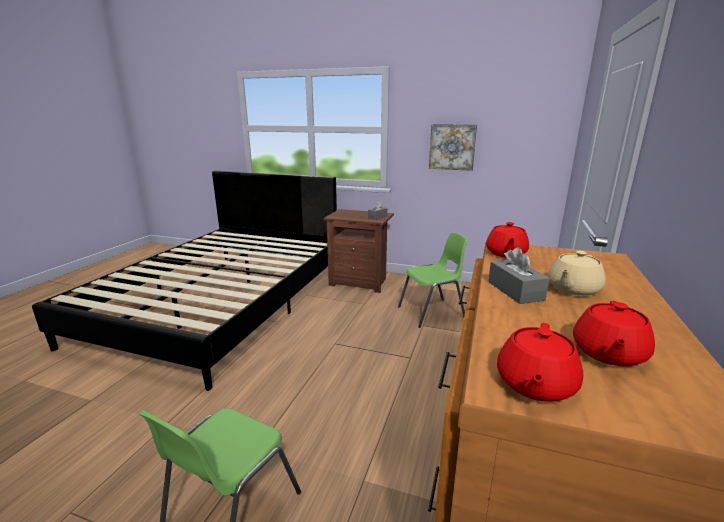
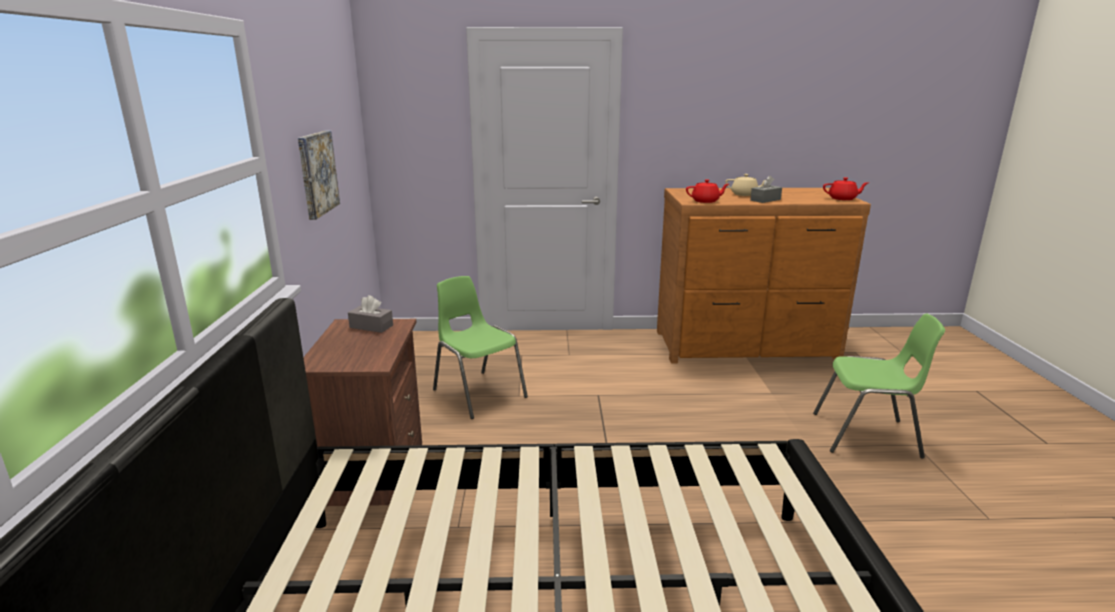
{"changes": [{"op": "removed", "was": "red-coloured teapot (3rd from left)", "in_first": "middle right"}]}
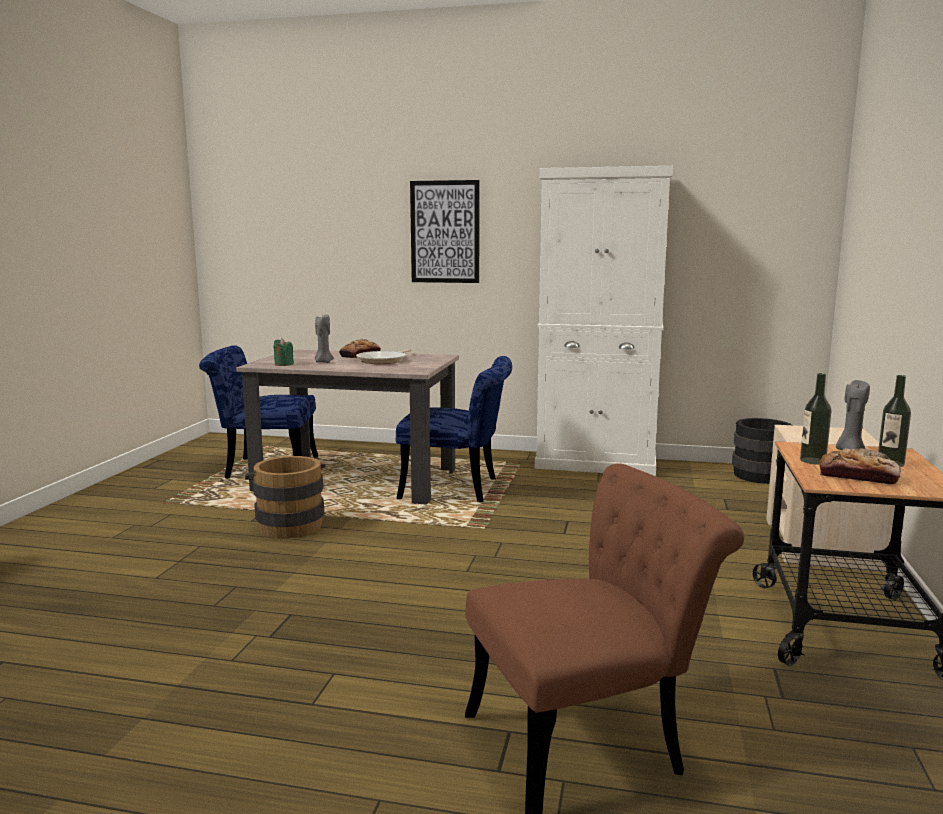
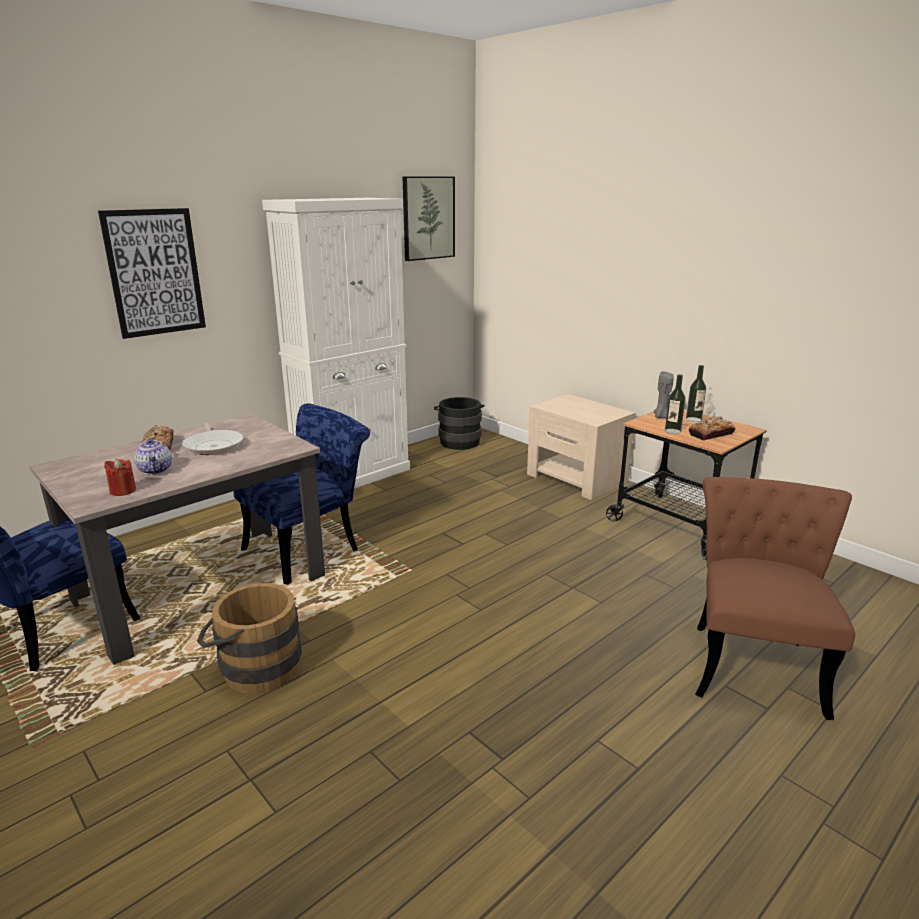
{"changes": [{"op": "added", "now": "wall picture (2nd from left)", "in_second": "top centre"}, {"op": "replaced", "was": "greyish wax light (1st from left)", "now": "teapot", "in_first": "centre", "in_second": "middle left"}, {"op": "recoloured", "was": "green-coloured wax light", "now": "red-coloured wax light", "in_first": "middle left", "in_second": "middle left"}]}
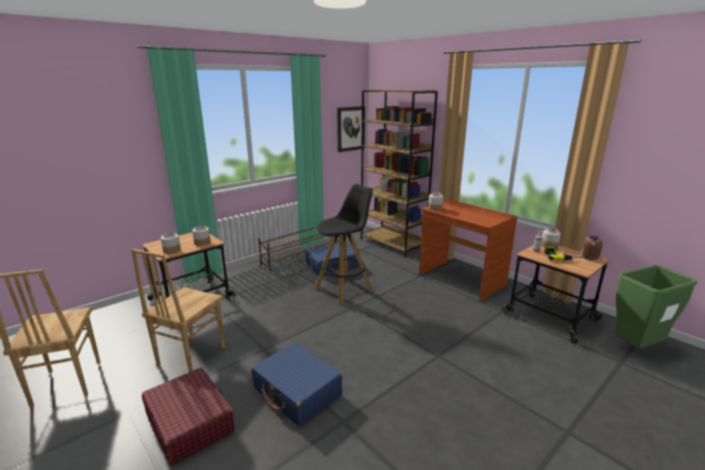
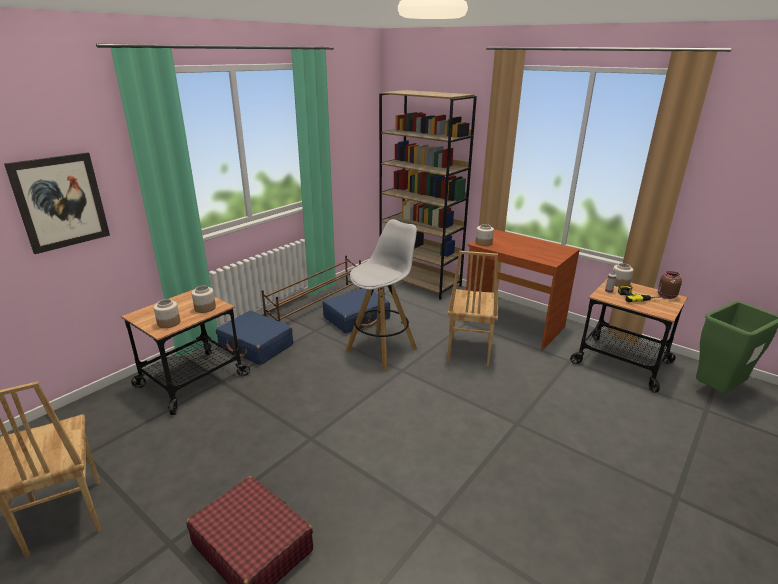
{"changes": [{"op": "moved", "was": "brown upright chair (2nd from left)", "in_first": "middle left", "in_second": "centre"}, {"op": "moved", "was": "blue travel case (1st from left)", "in_first": "bottom centre", "in_second": "middle left"}, {"op": "moved", "was": "wall picture", "in_first": "top centre", "in_second": "middle left"}, {"op": "recoloured", "was": "black sitting stool", "now": "whitish sitting stool", "in_first": "centre", "in_second": "centre"}]}
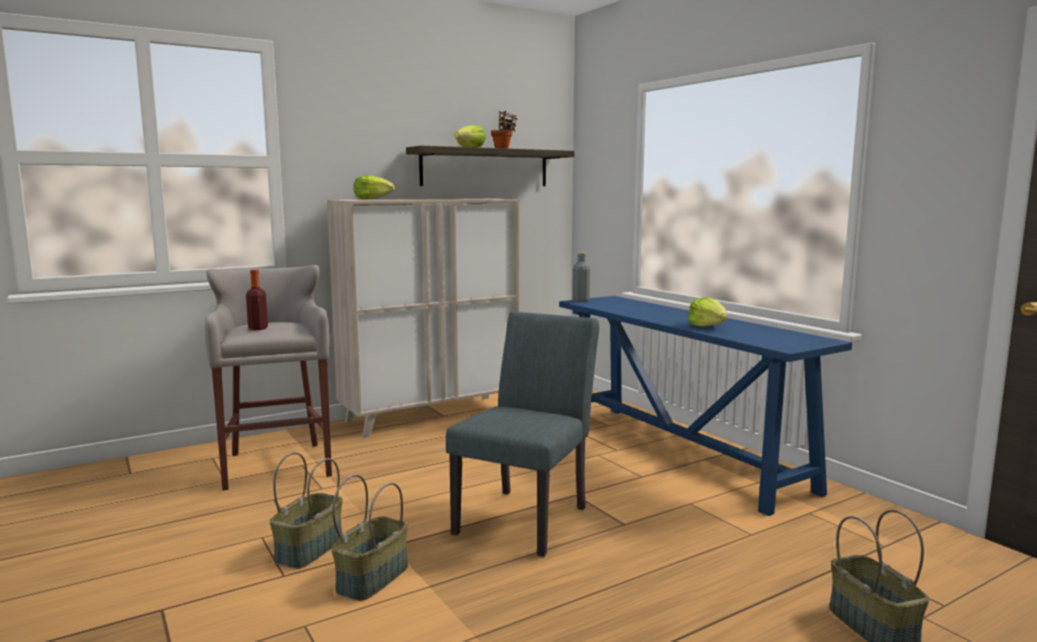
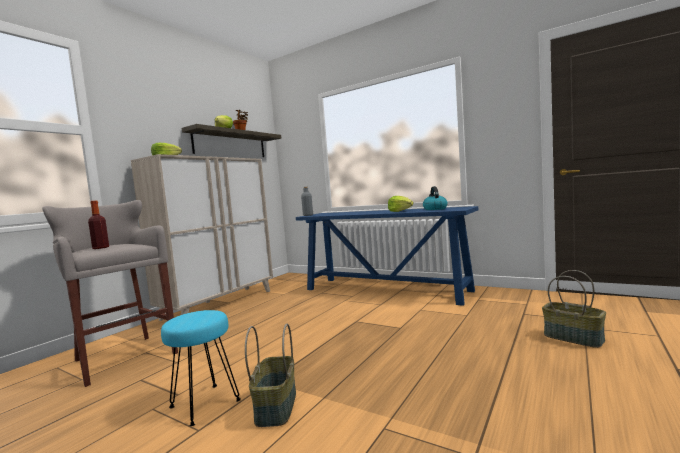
{"changes": [{"op": "removed", "was": "greyish upright chair", "in_first": "bottom centre"}, {"op": "added", "now": "water kettle", "in_second": "centre"}, {"op": "replaced", "was": "basket (1st from left)", "now": "turquoise sitting stool", "in_first": "bottom left", "in_second": "bottom left"}]}
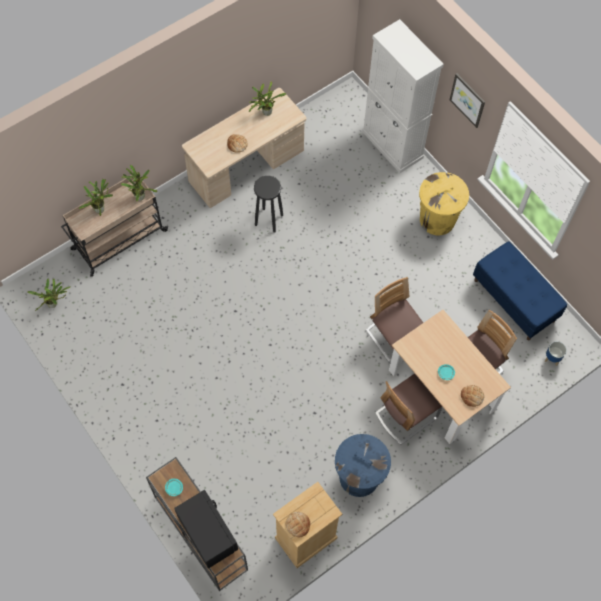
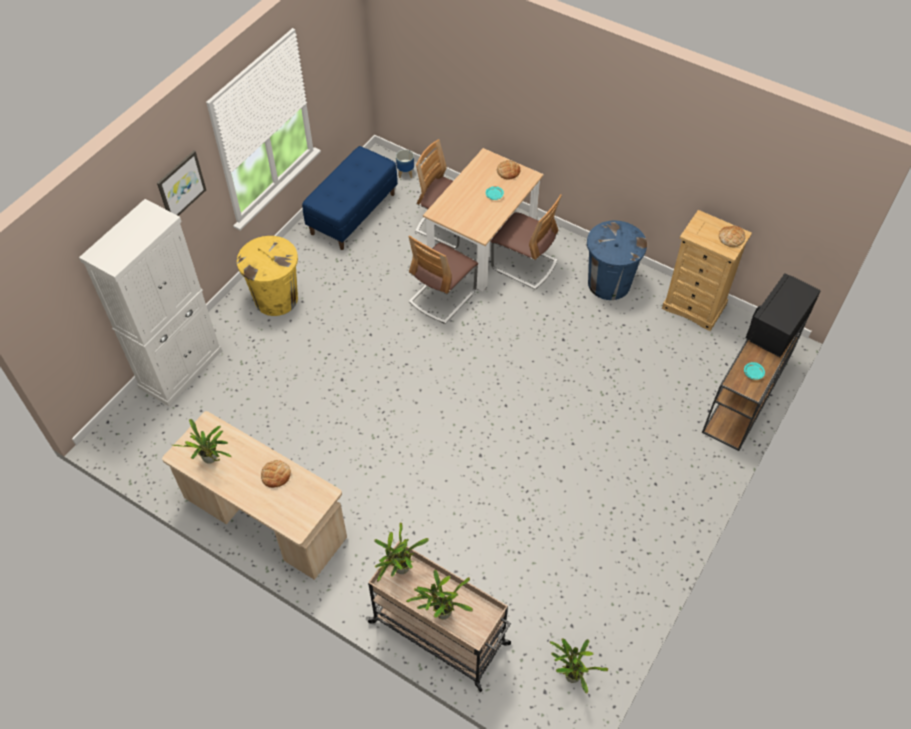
{"changes": [{"op": "removed", "was": "black sitting stool", "in_first": "centre"}]}
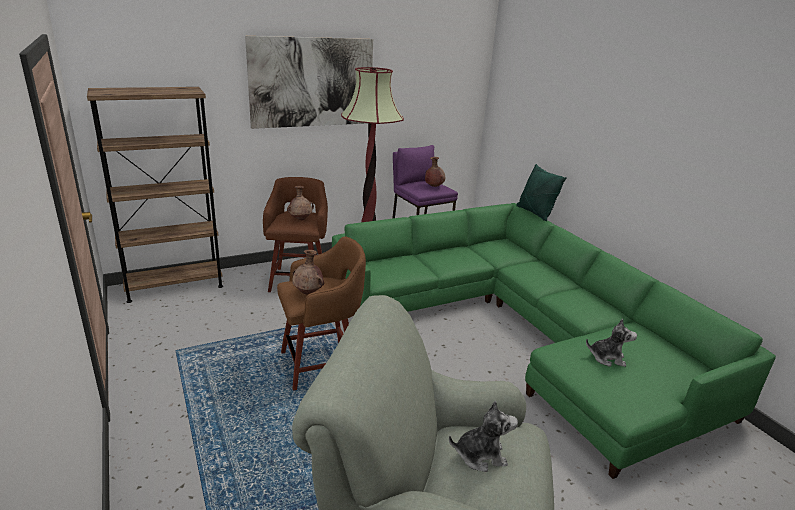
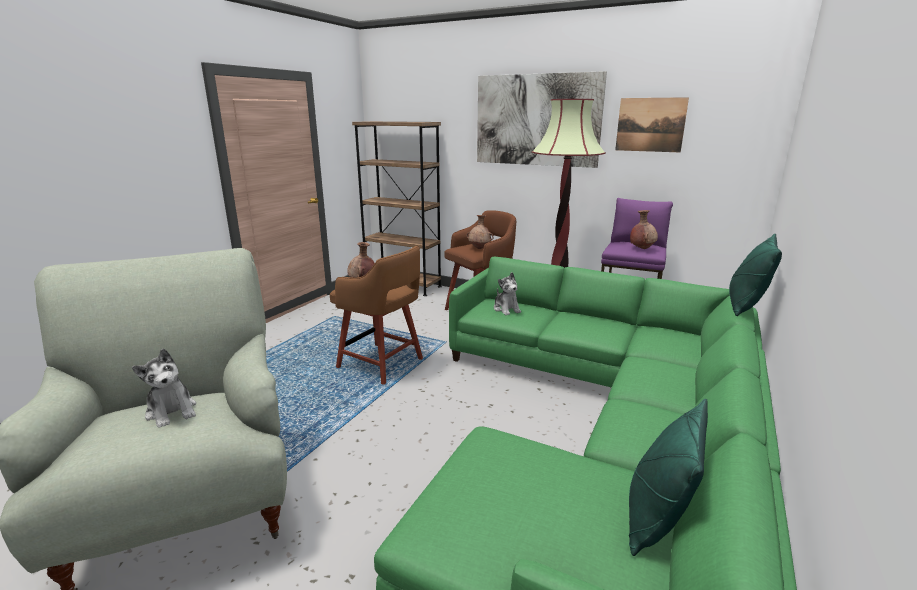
{"changes": [{"op": "added", "now": "wall picture (2nd from left)", "in_second": "top right"}, {"op": "added", "now": "green-coloured pillow (1st from left)", "in_second": "bottom right"}, {"op": "moved", "was": "soft toy (2nd from left)", "in_first": "bottom right", "in_second": "centre"}]}
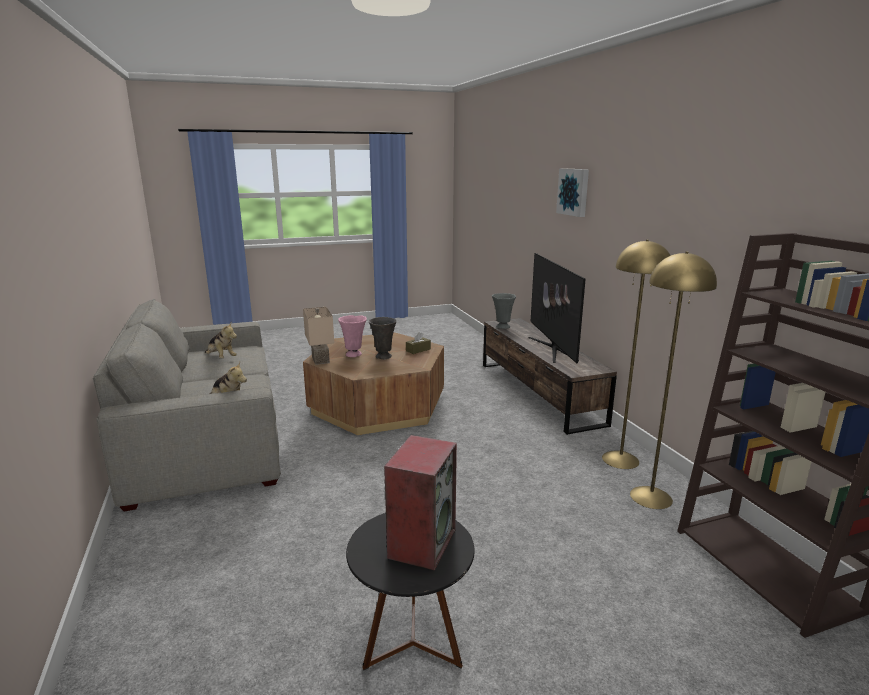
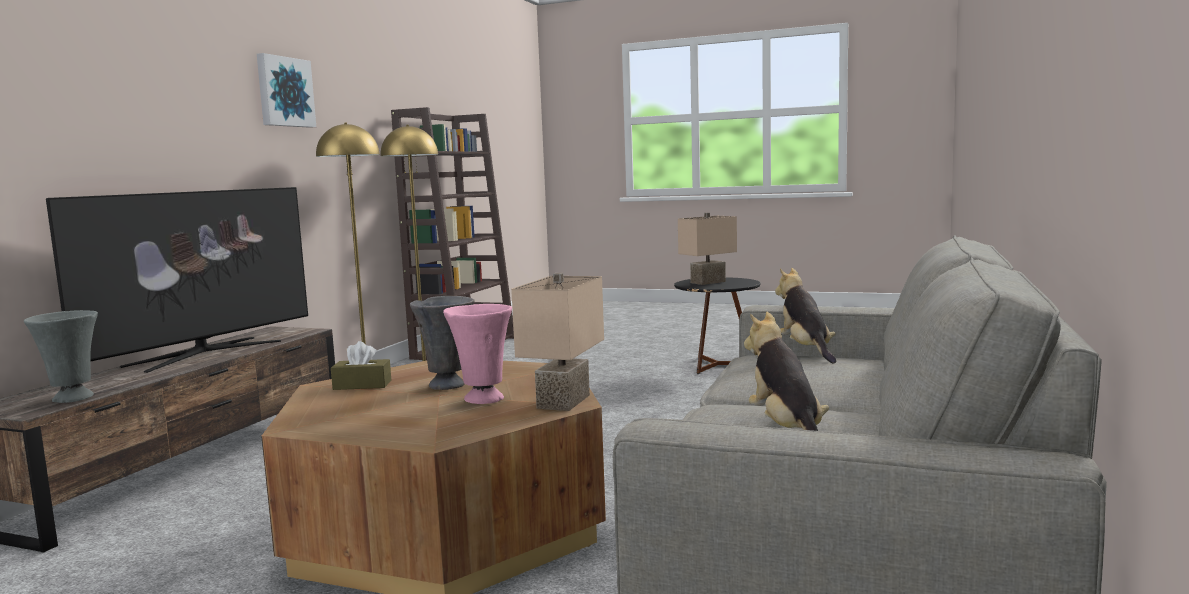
{"changes": [{"op": "moved", "was": "wall picture", "in_first": "top centre", "in_second": "top left"}, {"op": "replaced", "was": "loudspeaker", "now": "beige table lamp (2nd from left)", "in_first": "bottom centre", "in_second": "centre"}]}
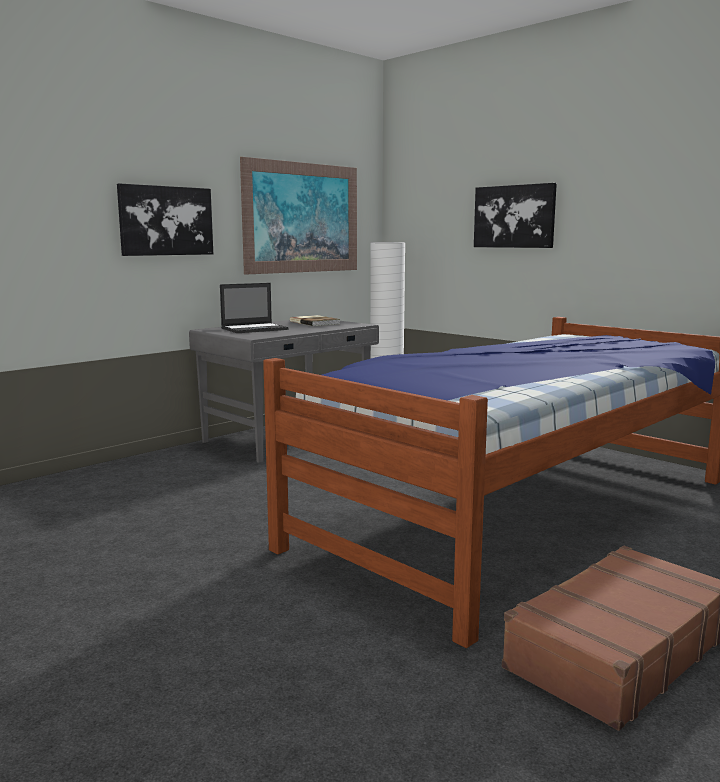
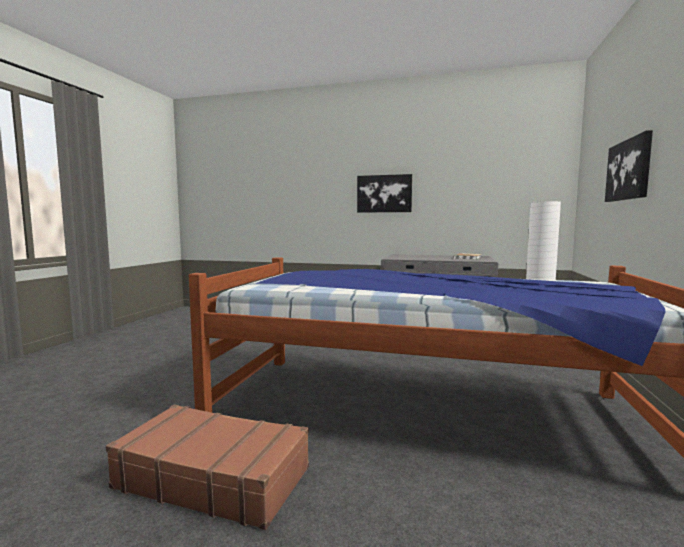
{"changes": [{"op": "removed", "was": "notebook computer", "in_first": "centre"}, {"op": "removed", "was": "wall picture (2nd from left)", "in_first": "top centre"}]}
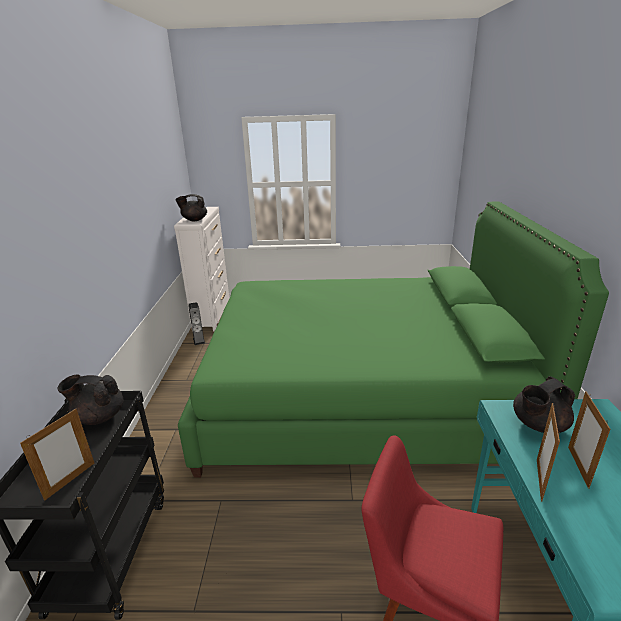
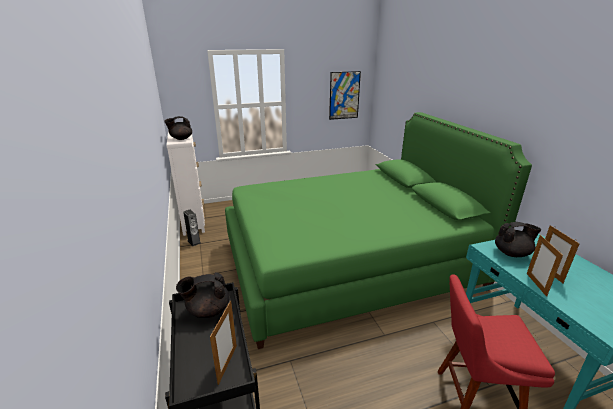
{"changes": [{"op": "added", "now": "wall picture", "in_second": "top centre"}, {"op": "turned", "was": "black teapot (3rd from left)", "in_first": "middle right", "in_second": "middle right", "clockwise": -135}]}
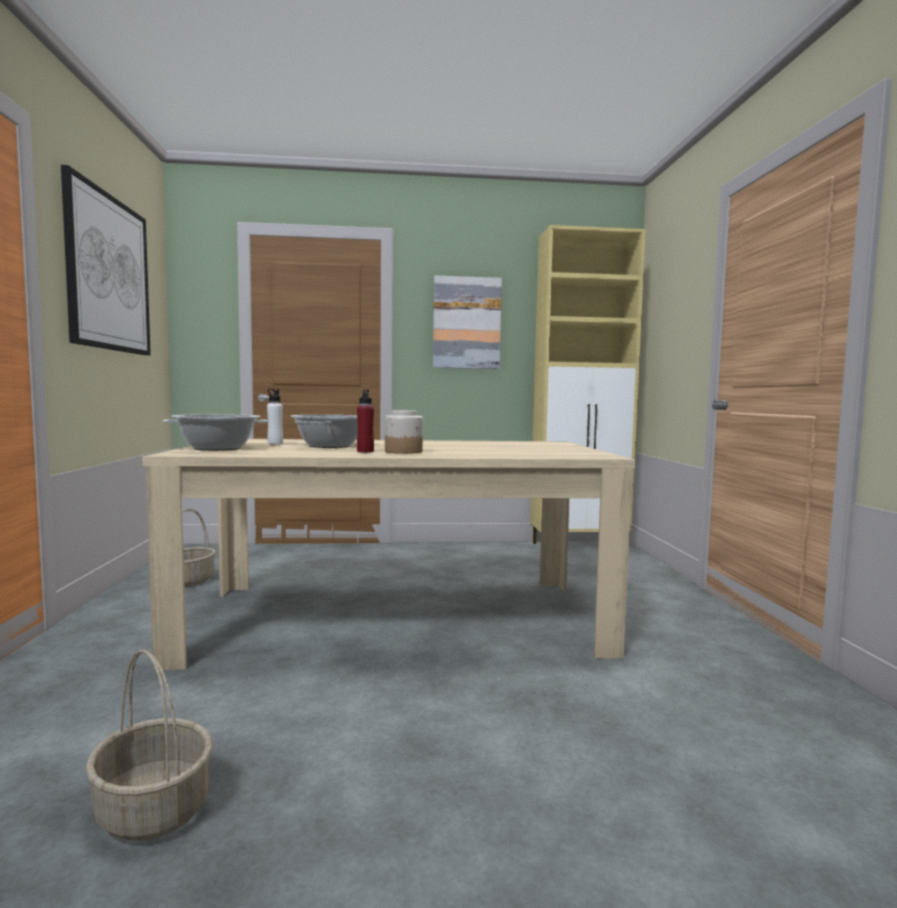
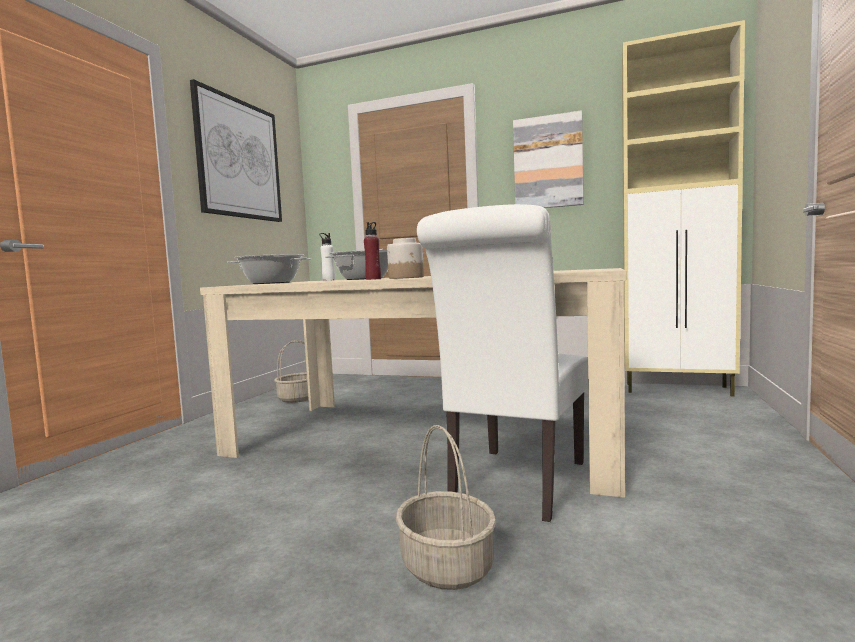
{"changes": [{"op": "added", "now": "whitish upright chair", "in_second": "centre"}, {"op": "moved", "was": "basket (1st from left in the first image)", "now": "basket (2nd from left)", "in_first": "bottom left", "in_second": "bottom centre"}]}
